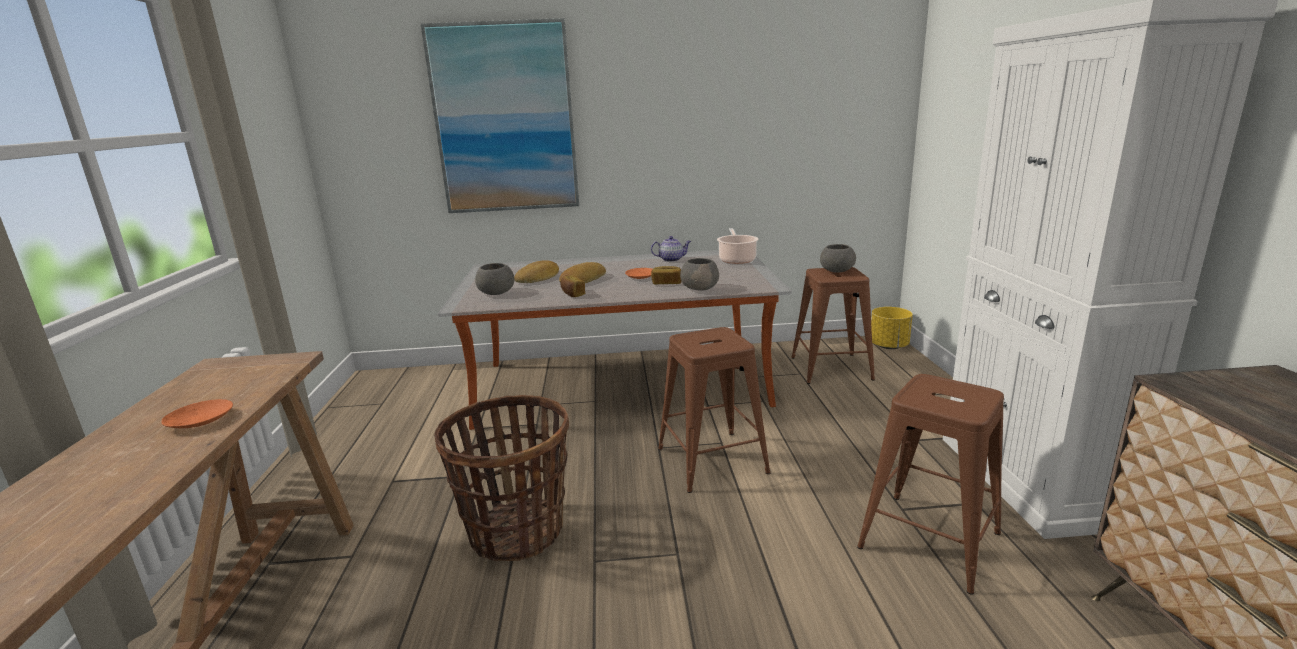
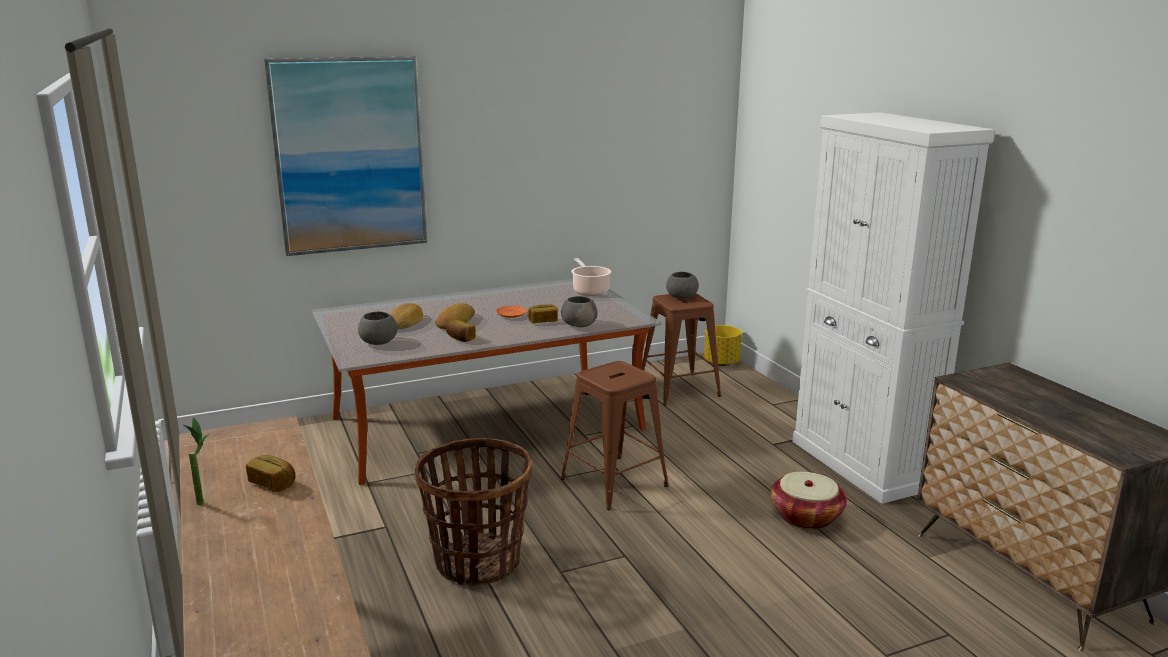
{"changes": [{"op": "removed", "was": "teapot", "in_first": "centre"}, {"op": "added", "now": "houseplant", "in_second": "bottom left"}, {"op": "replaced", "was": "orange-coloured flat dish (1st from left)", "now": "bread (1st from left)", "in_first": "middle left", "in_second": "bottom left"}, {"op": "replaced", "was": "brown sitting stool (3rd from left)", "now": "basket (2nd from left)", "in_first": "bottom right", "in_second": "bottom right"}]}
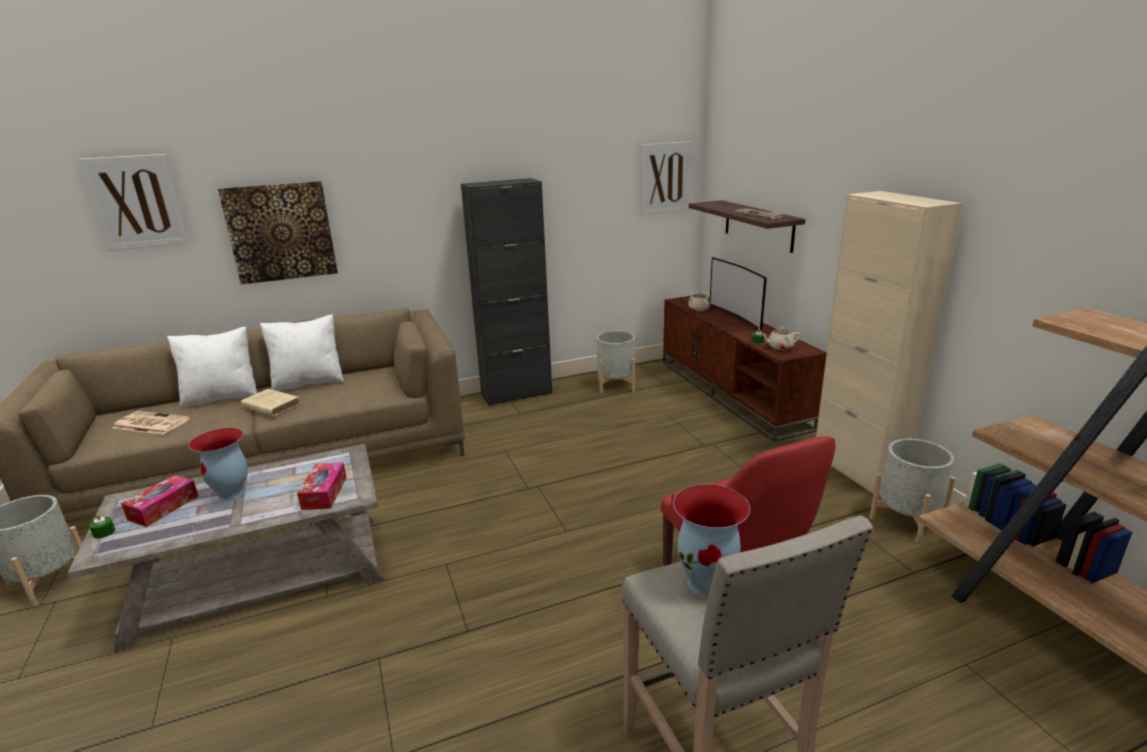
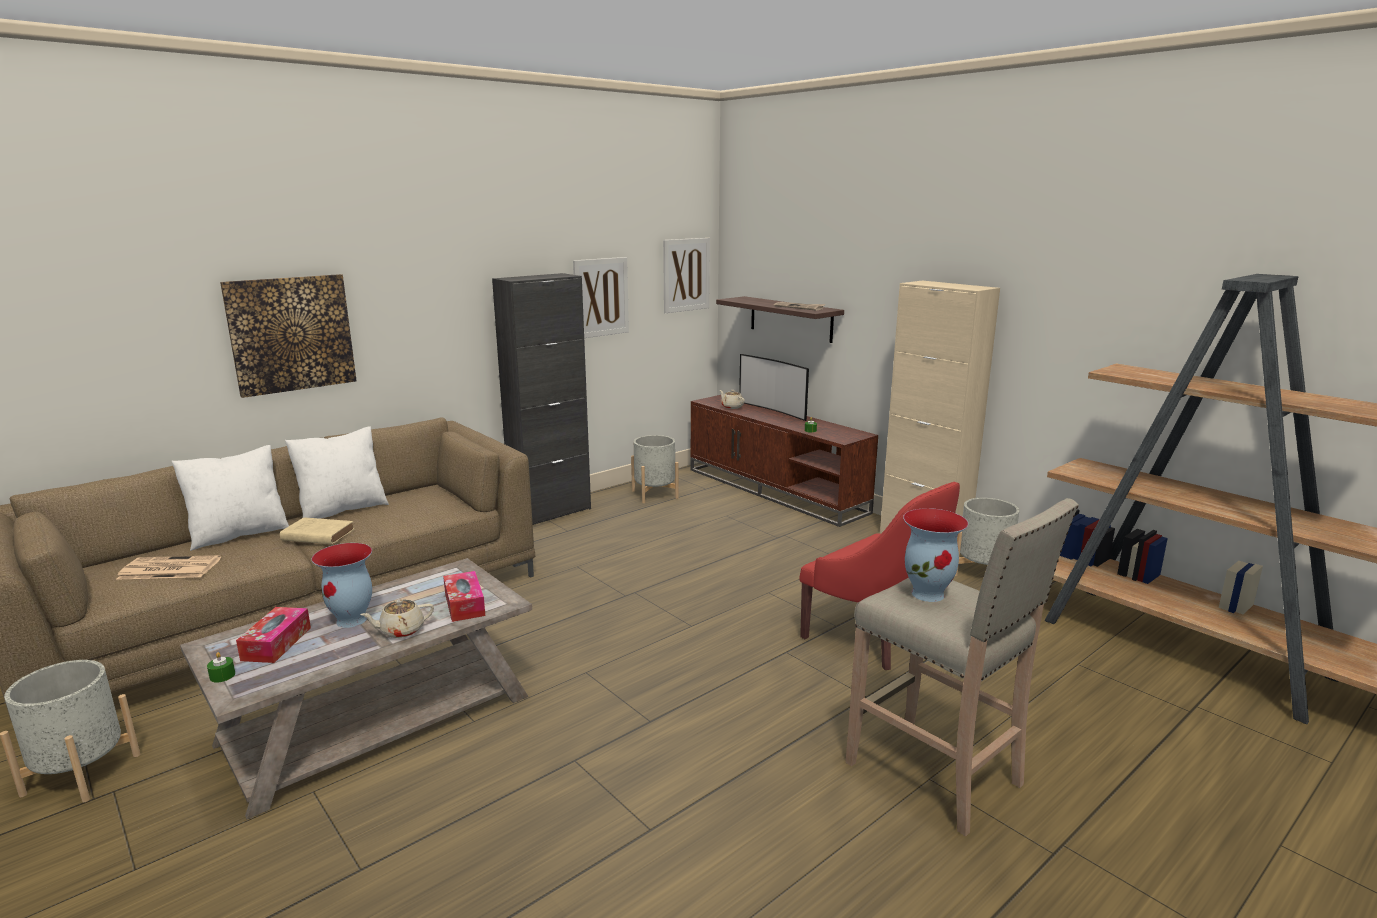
{"changes": [{"op": "moved", "was": "wall picture (1st from left in the first image)", "now": "wall picture (2nd from left)", "in_first": "top left", "in_second": "top centre"}, {"op": "moved", "was": "beige teapot (2nd from left in the first image)", "now": "beige teapot (1st from left)", "in_first": "middle right", "in_second": "bottom left"}]}
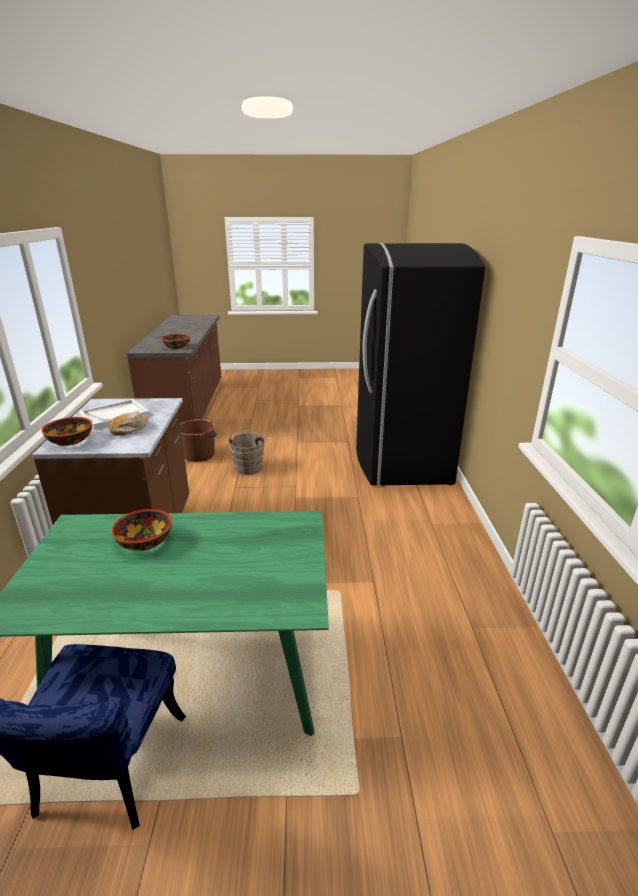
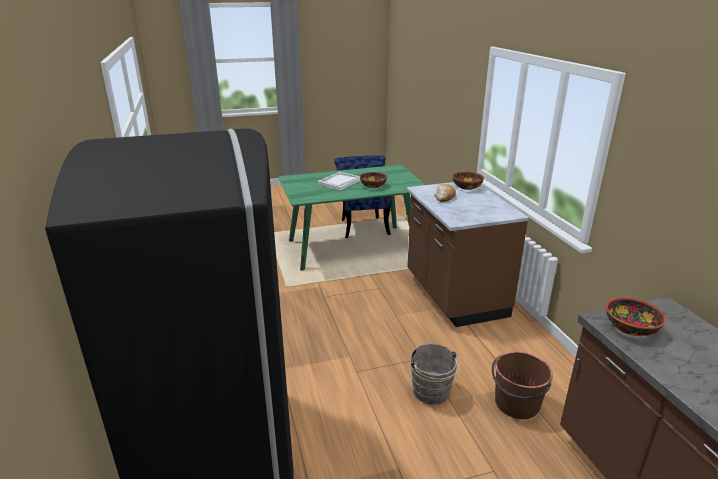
{"changes": [{"op": "moved", "was": "whitish tray", "in_first": "middle left", "in_second": "centre"}]}
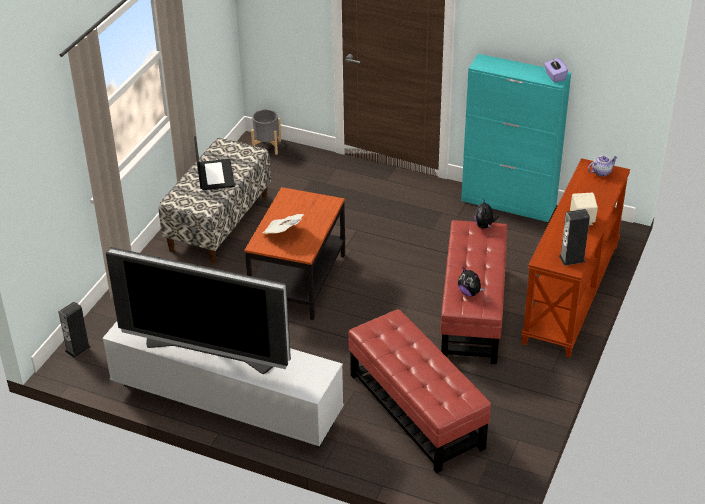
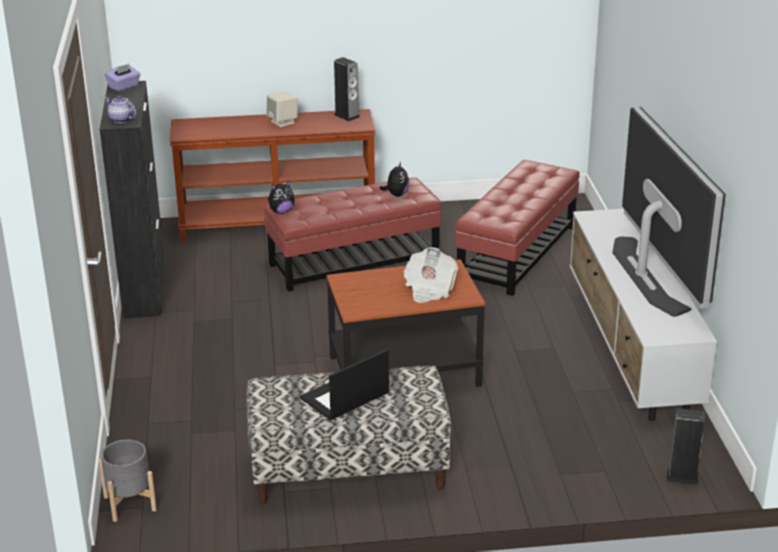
{"changes": [{"op": "moved", "was": "teapot", "in_first": "top right", "in_second": "top left"}, {"op": "recoloured", "was": "turquoise cabinet", "now": "black cabinet", "in_first": "top right", "in_second": "middle left"}]}
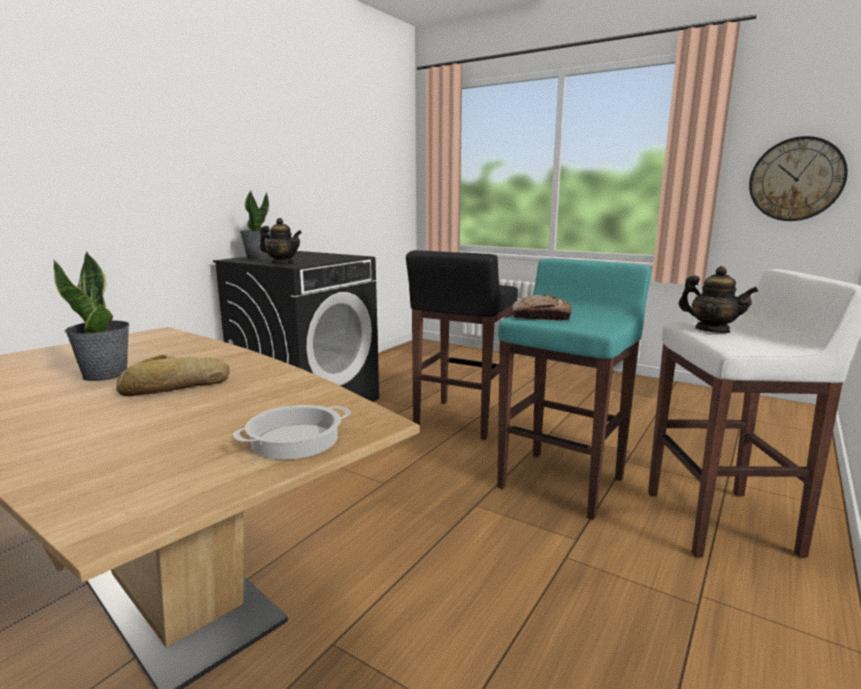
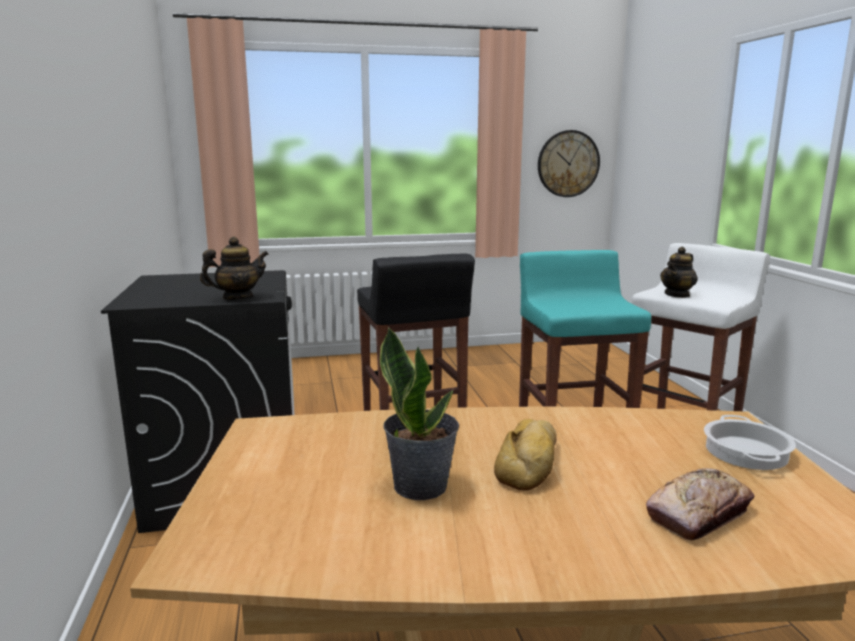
{"changes": [{"op": "removed", "was": "houseplant (2nd from left)", "in_first": "top left"}, {"op": "moved", "was": "bread (2nd from left)", "in_first": "centre", "in_second": "bottom right"}, {"op": "turned", "was": "teapot (2nd from left)", "in_first": "middle right", "in_second": "middle right", "clockwise": 135}]}
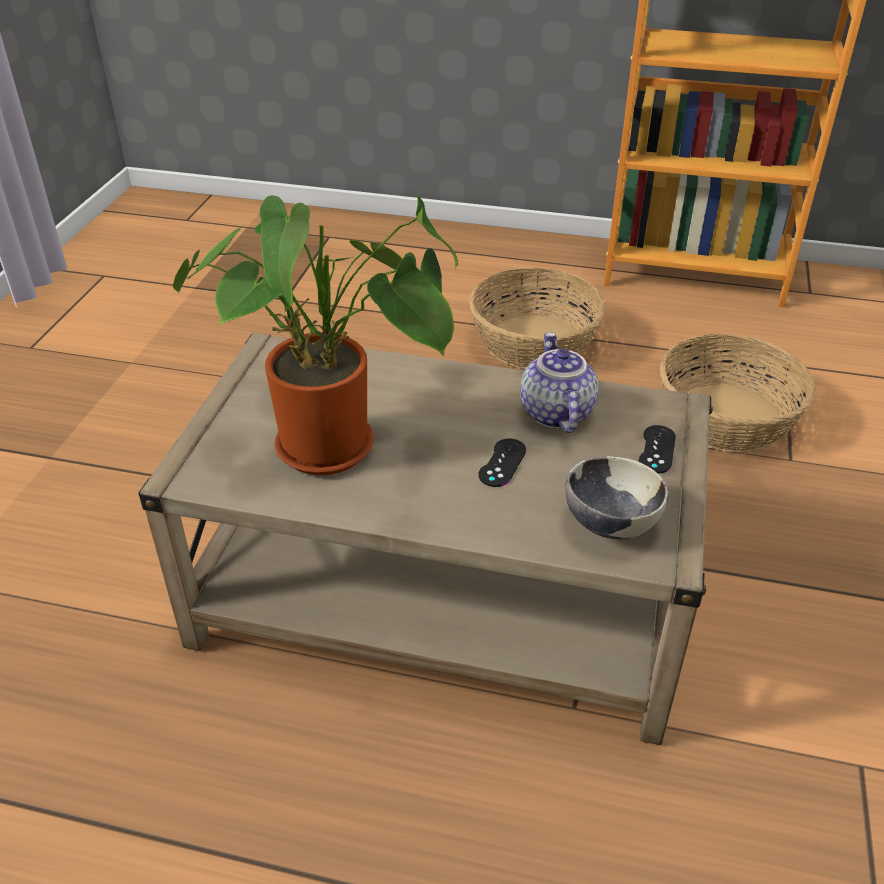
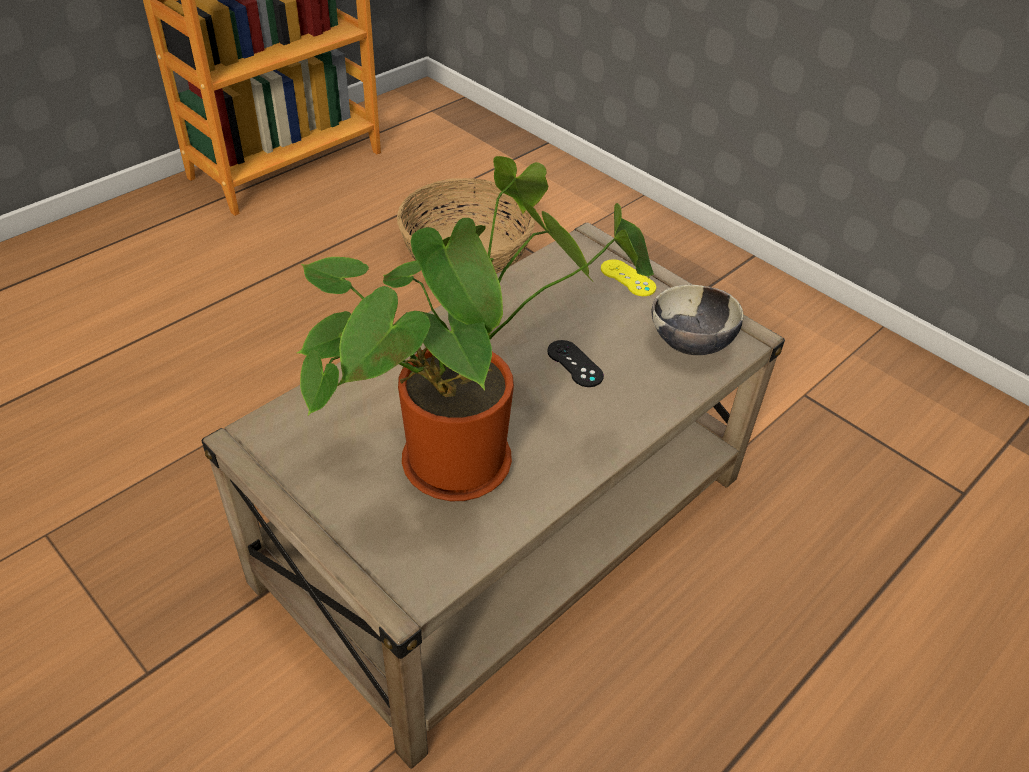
{"changes": [{"op": "removed", "was": "basket (1st from left)", "in_first": "centre"}, {"op": "removed", "was": "teapot", "in_first": "centre"}, {"op": "recoloured", "was": "black gamepad (2nd from left)", "now": "yellow-coloured gamepad", "in_first": "middle right", "in_second": "centre"}]}
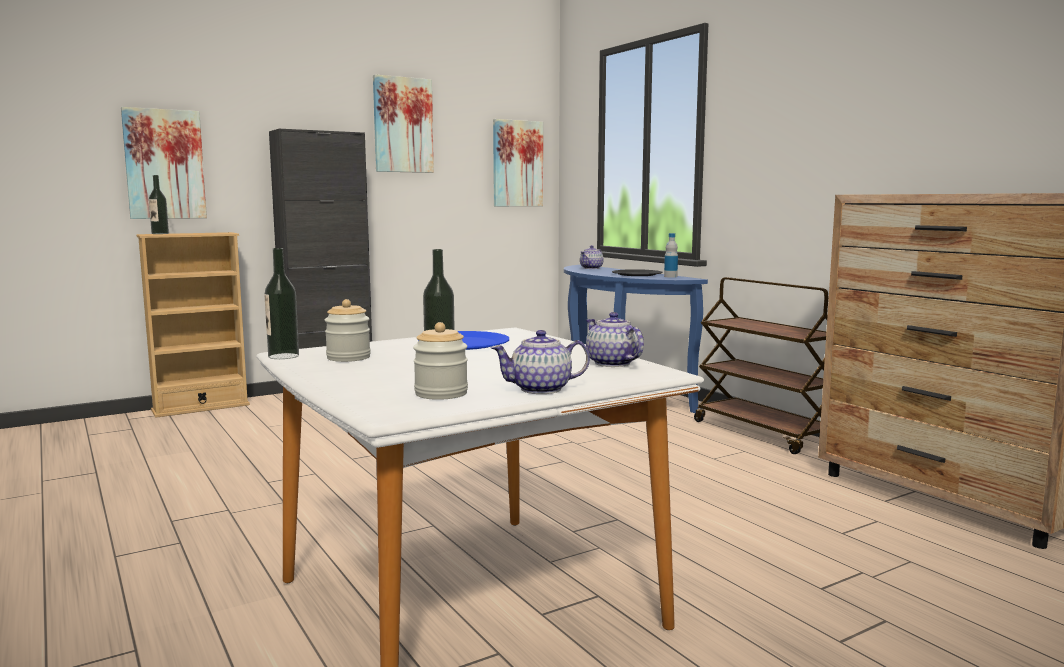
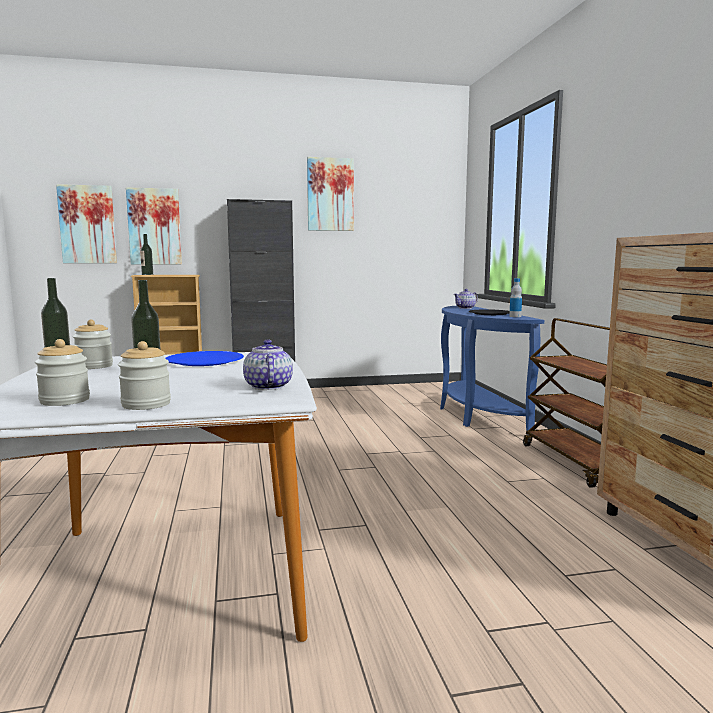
{"changes": [{"op": "moved", "was": "wall picture (3rd from left in the first image)", "now": "wall picture (1st from left)", "in_first": "top centre", "in_second": "top left"}, {"op": "replaced", "was": "teapot (1st from left)", "now": "storage jar (3rd from left)", "in_first": "centre", "in_second": "middle left"}]}
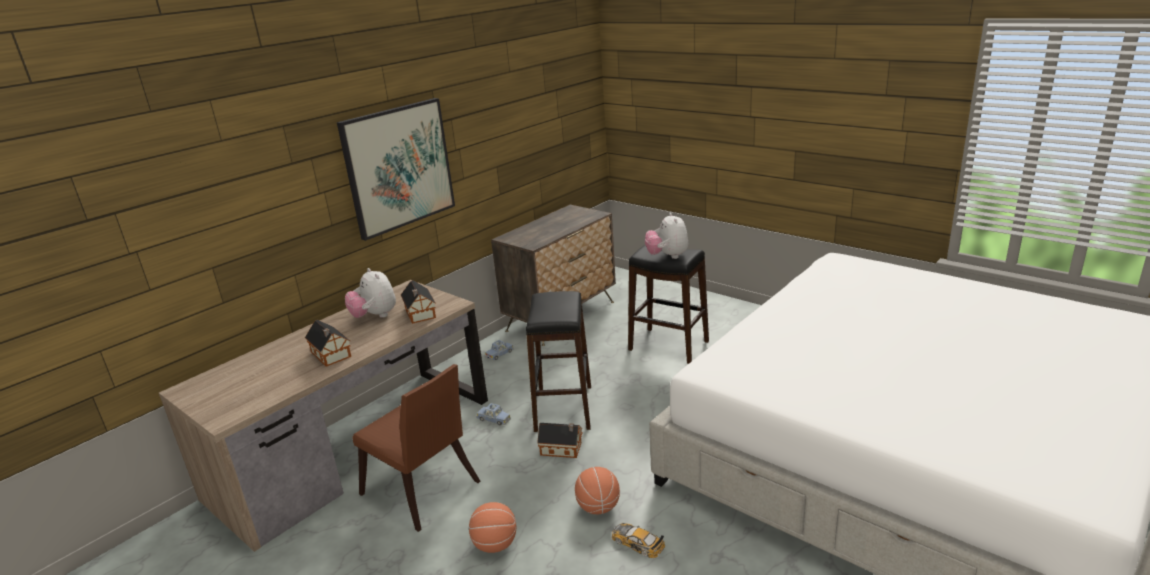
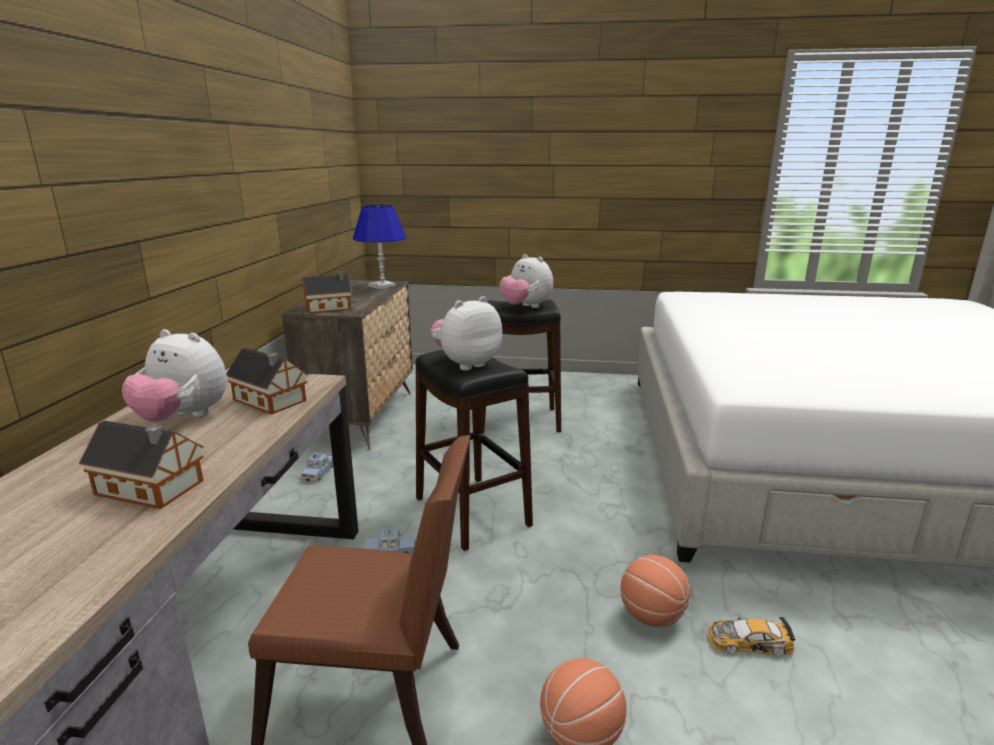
{"changes": [{"op": "removed", "was": "wall picture", "in_first": "top centre"}, {"op": "added", "now": "blue table lamp", "in_second": "top centre"}, {"op": "added", "now": "soft toy (2nd from left)", "in_second": "centre"}, {"op": "moved", "was": "miniature house (3rd from left)", "in_first": "bottom centre", "in_second": "middle left"}]}
